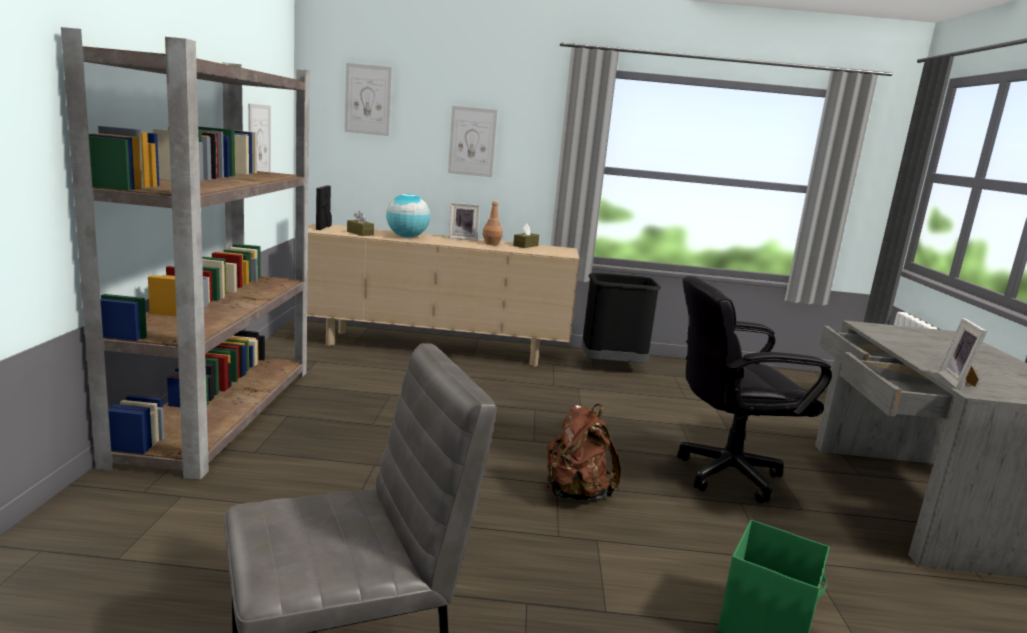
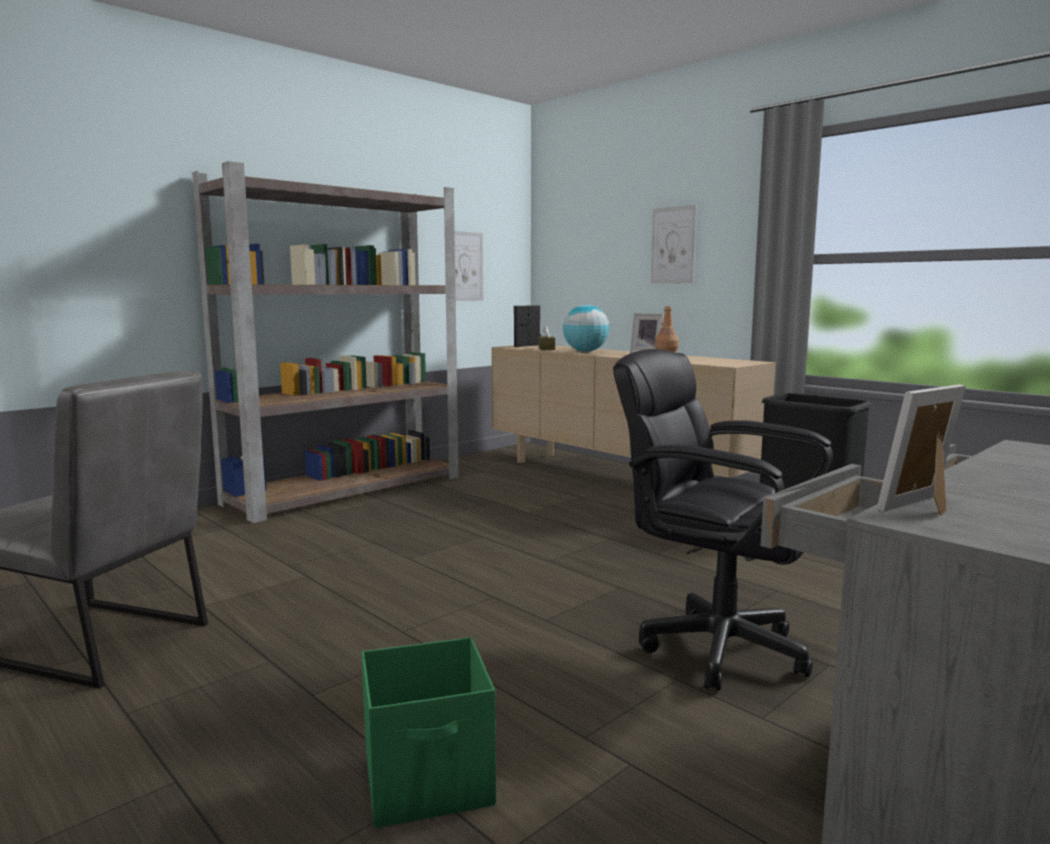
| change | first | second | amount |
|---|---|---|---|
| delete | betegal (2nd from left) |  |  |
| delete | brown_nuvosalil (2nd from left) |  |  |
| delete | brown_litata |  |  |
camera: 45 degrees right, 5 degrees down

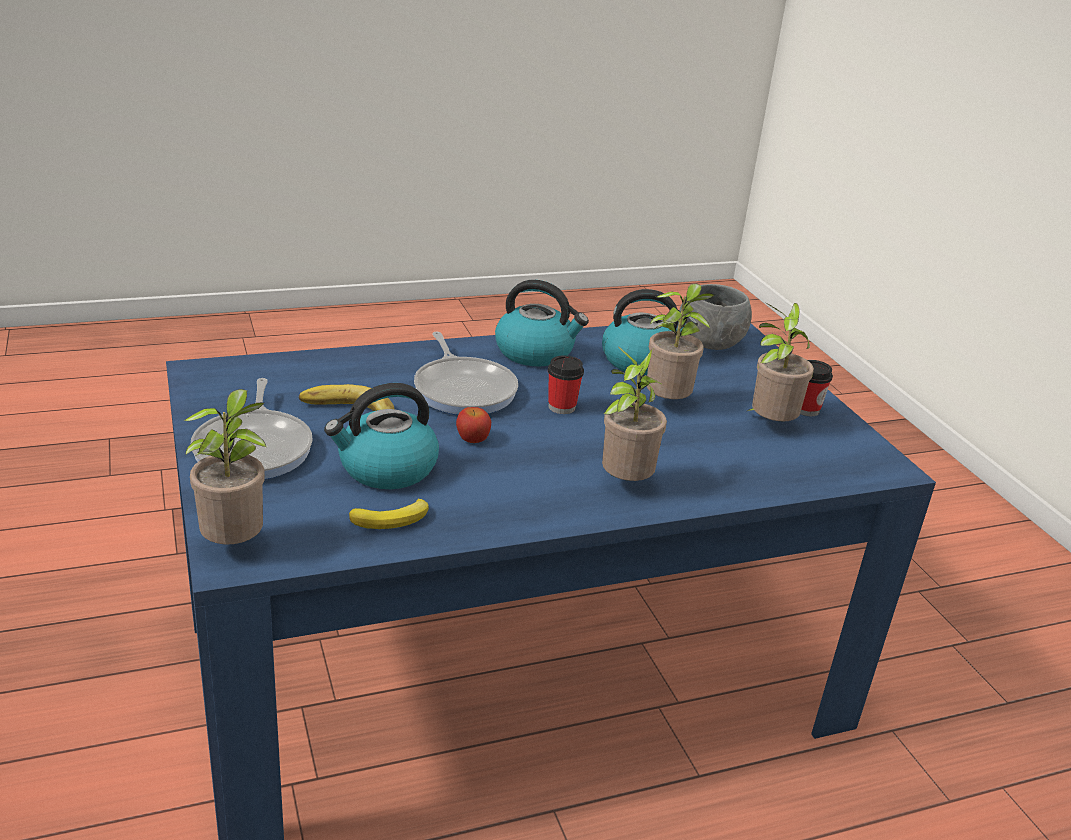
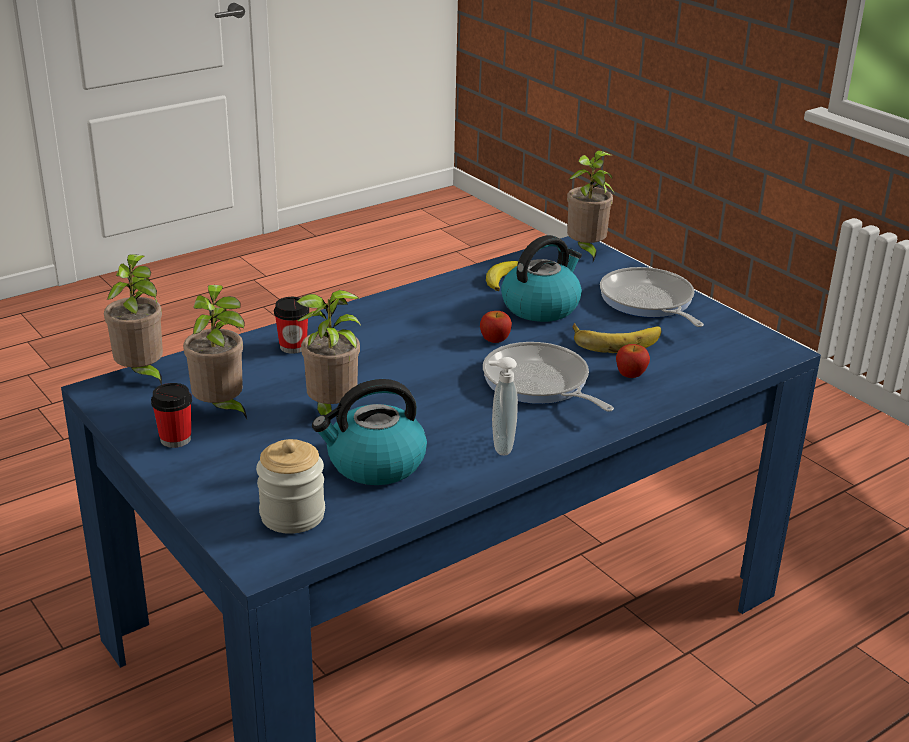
| change | first | second | amount |
|---|---|---|---|
| replace | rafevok (2nd from left) | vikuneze |  |
| move | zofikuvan (1st from left in the first image) | zofikuvan (2nd from left) |  |
| move | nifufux (2nd from left in the first image) | nifufux (1st from left) |  |
| replace | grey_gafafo | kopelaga |  |
| insert |  | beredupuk (2nd from left) |  |
camera: 165 degrees right, 0 degrees up

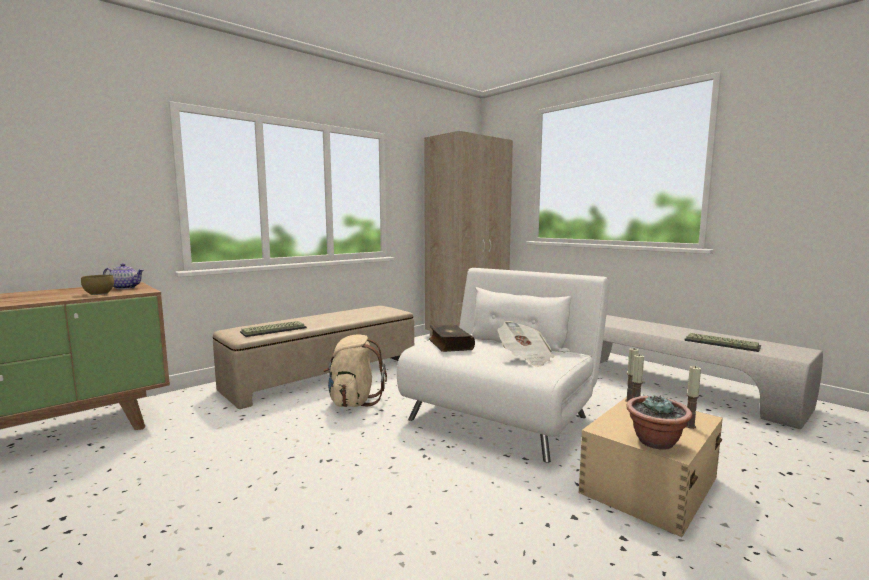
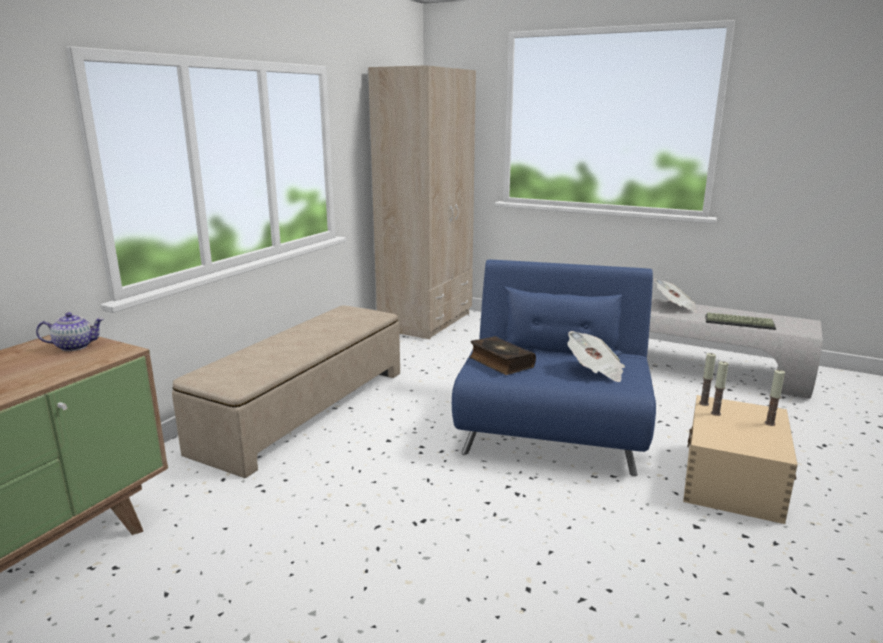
| change | first | second | amount |
|---|---|---|---|
| delete | brown_gafafo |  |  |
| delete | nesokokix (1st from left) |  |  |
| delete | beige_litata |  |  |
| recolor | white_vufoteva | blue_vufoteva |  |
| delete | nifufux |  |  |
| insert |  | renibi (2nd from left) |  |
camera: 20 degrees left, 10 degrees up

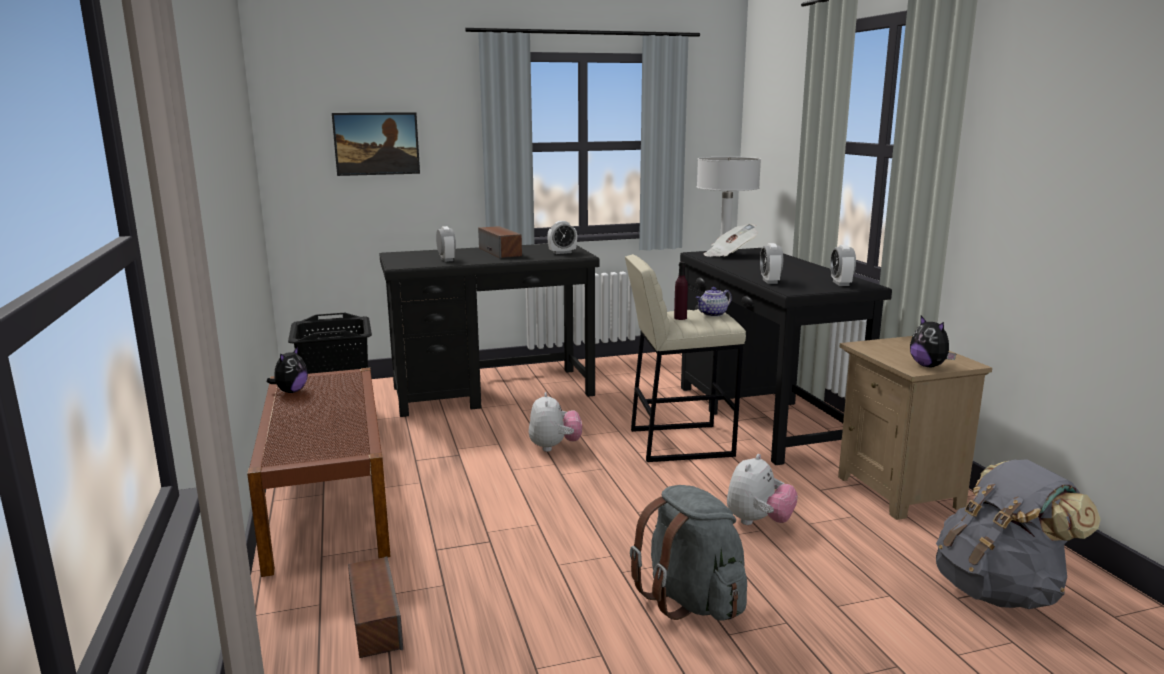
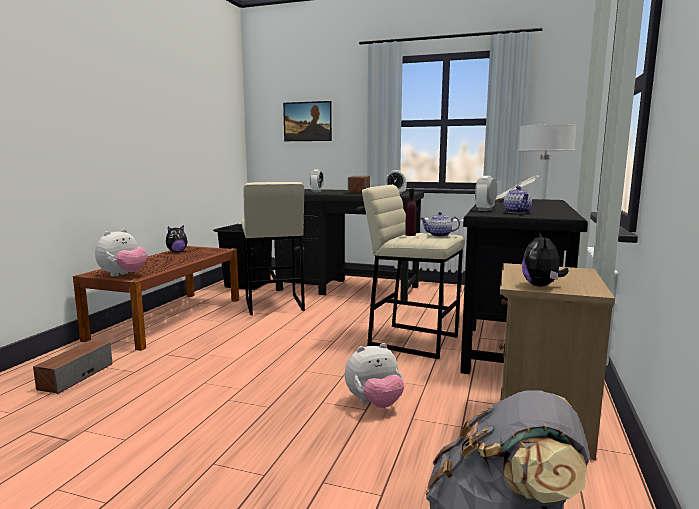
| change | first | second | amount |
|---|---|---|---|
| move | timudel (2nd from left in the first image) | timudel (1st from left) |  |
| delete | grey_litata (1st from left) |  |  |
| delete | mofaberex (4th from left) |  |  |
| insert |  | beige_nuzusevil (1st from left) |  |
| insert |  | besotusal (2nd from left) |  |
camera: 35 degrees right, 5 degrees down

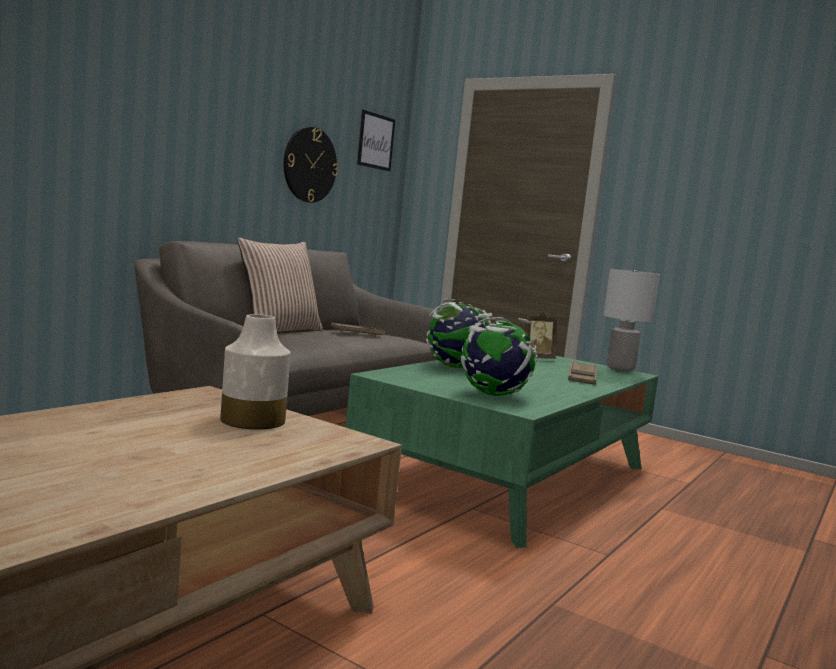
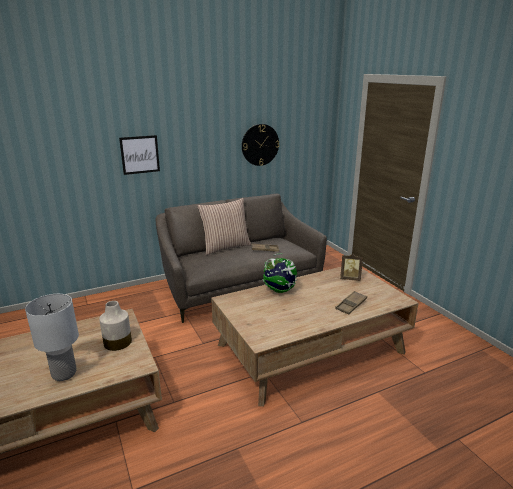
| change | first | second | amount |
|---|---|---|---|
| recolor | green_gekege | brown_gekege (2nd from left) |  |
| move | betegal |  |  |
| delete | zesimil (2nd from left) |  |  |
| move | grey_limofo |  |  |
camera: 30 degrees right, 15 degrees up

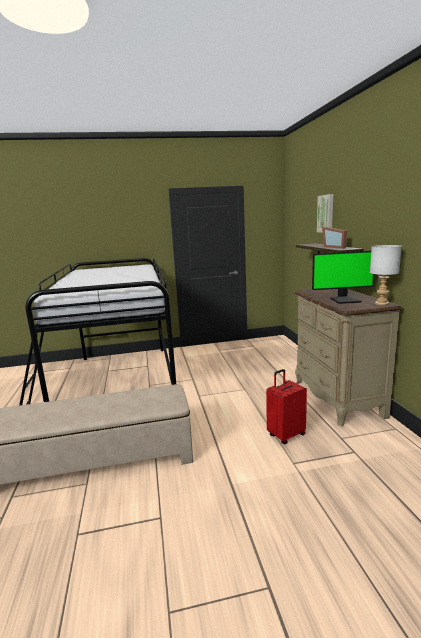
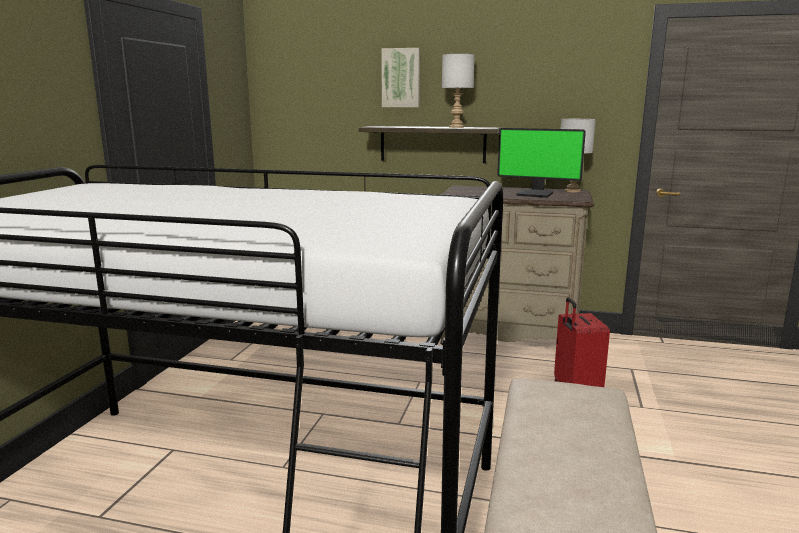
| change | first | second | amount |
|---|---|---|---|
| rotate | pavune |  | 90 degrees clockwise |
| replace | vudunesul | grey_limofo (1st from left) |  |
camera: 65 degrees left, 0 degrees up

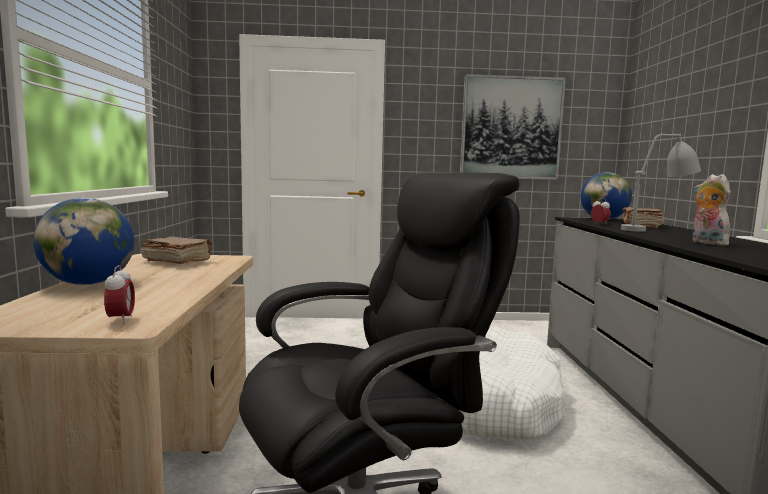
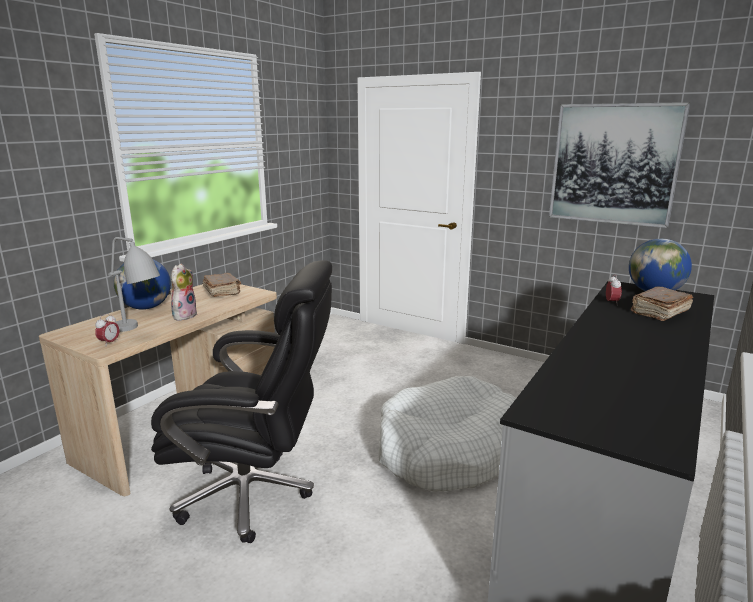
| change | first | second | amount |
|---|---|---|---|
| move | grey_limofo |  |  |
| move | timudel |  |  |
camera: 35 degrees right, 10 degrees up

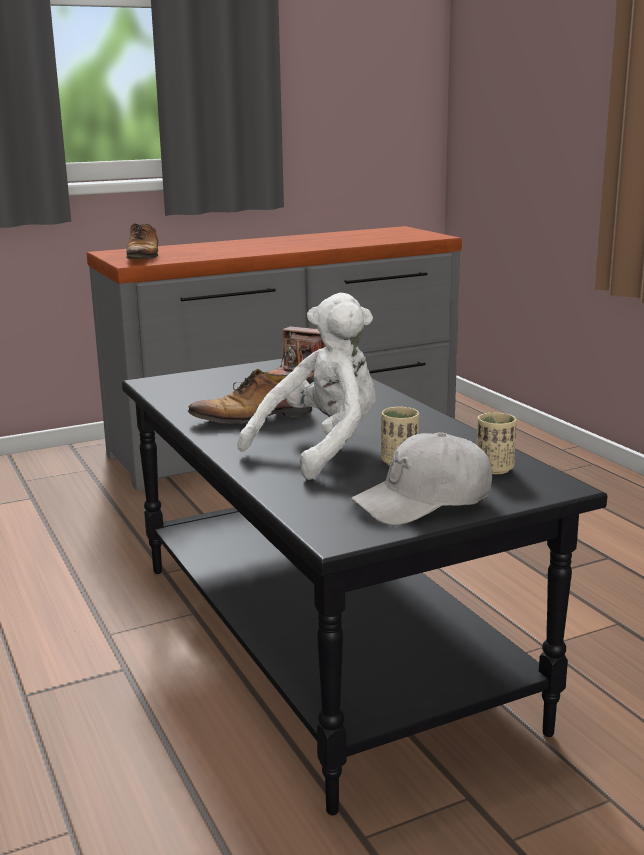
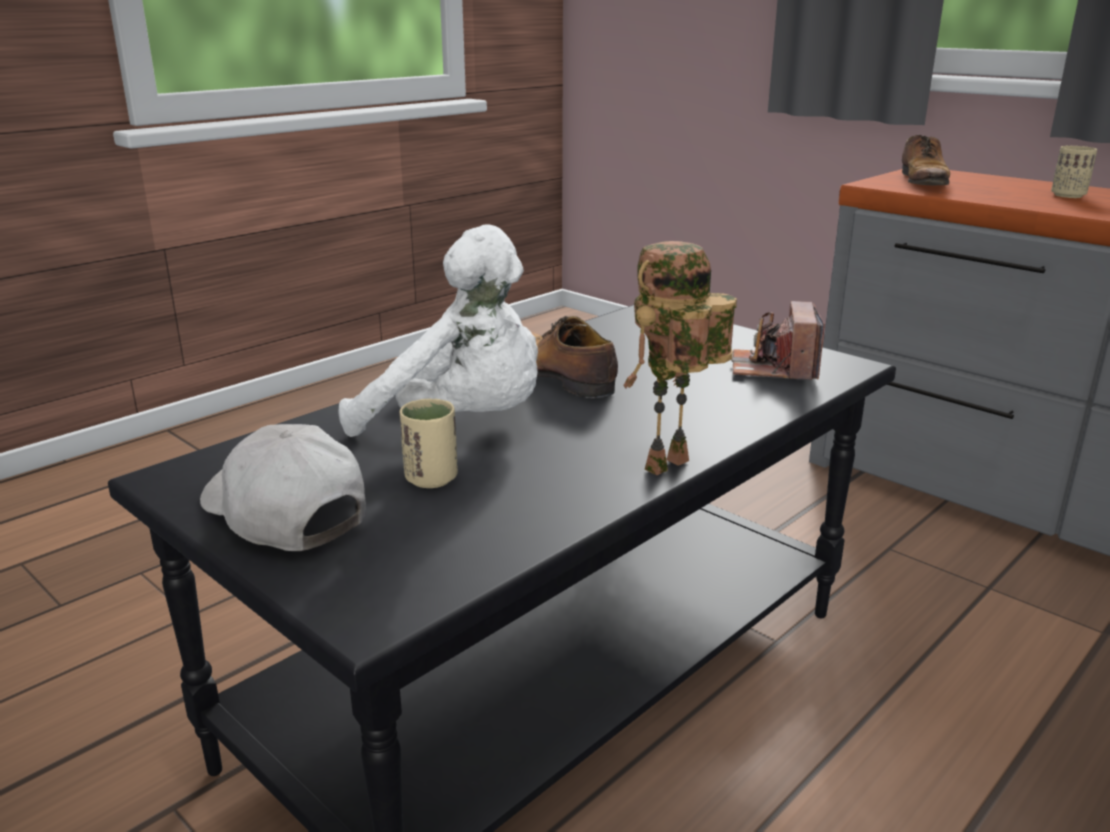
| change | first | second | amount |
|---|---|---|---|
| rotate | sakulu (1st from left in the first image) | sakulu (2nd from left) | 60 degrees counterclockwise |
| move | beige_zofikuvan (2nd from left) |  |  |
| insert |  | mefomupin |  |
camera: 70 degrees right, 5 degrees up

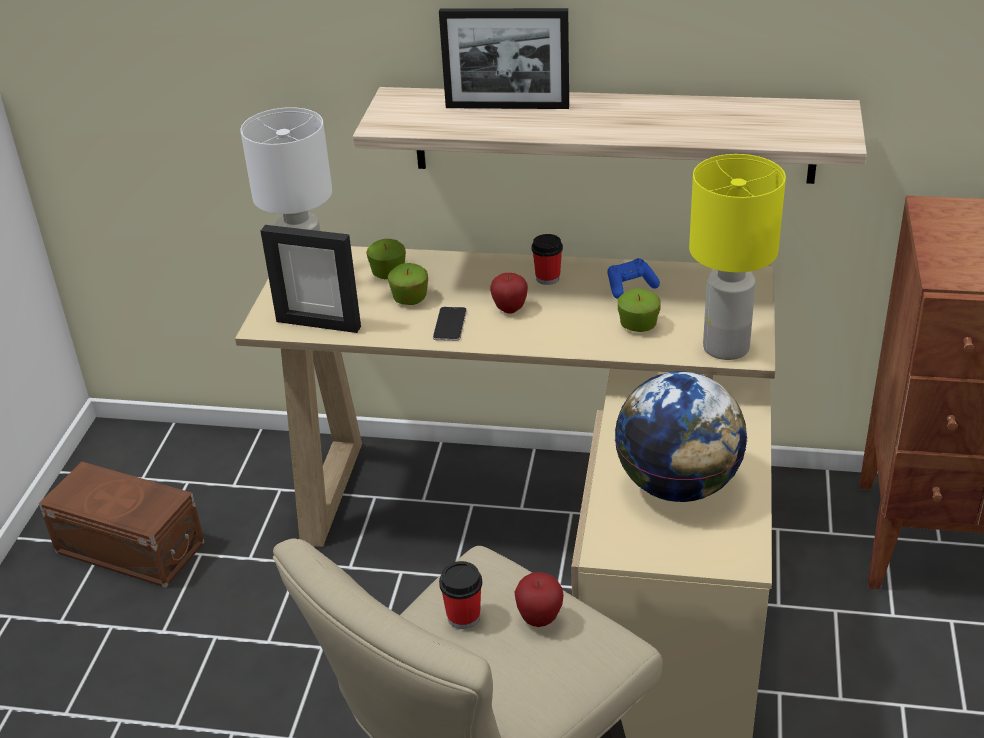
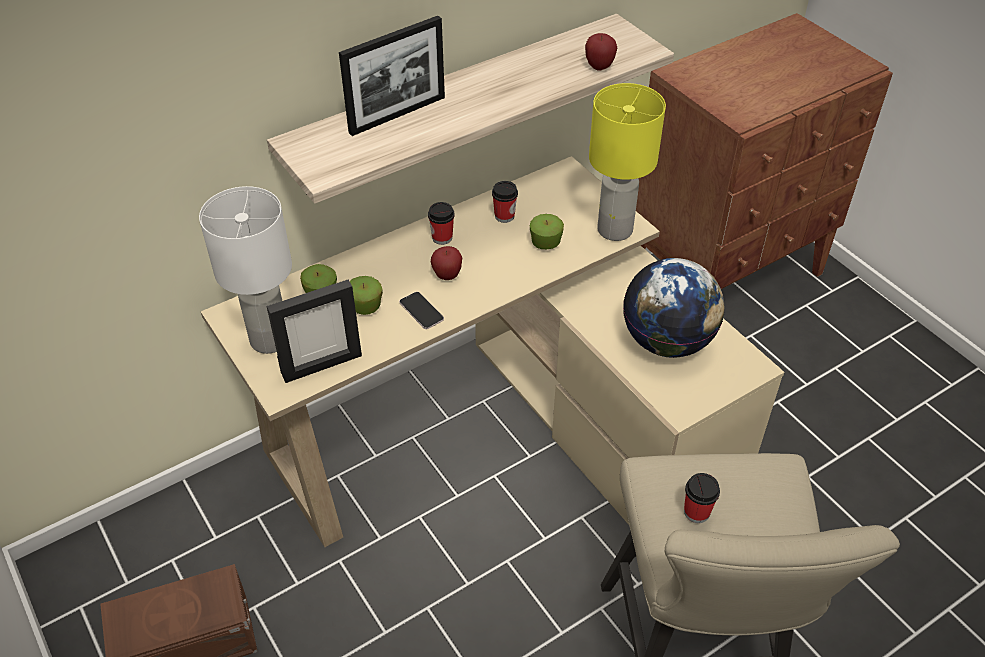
| change | first | second | amount |
|---|---|---|---|
| move | beredupuk (4th from left in the first image) | beredupuk (5th from left) |  |
| replace | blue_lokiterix | zofikuvan (2nd from left) |  |
camera: 45 degrees left, 10 degrees up

